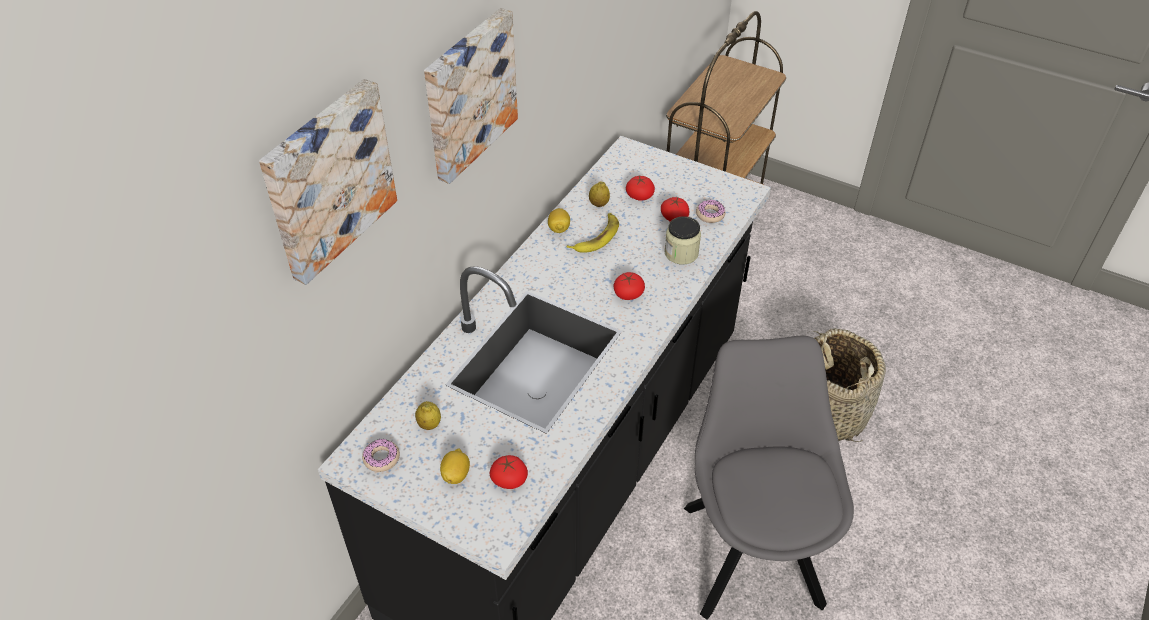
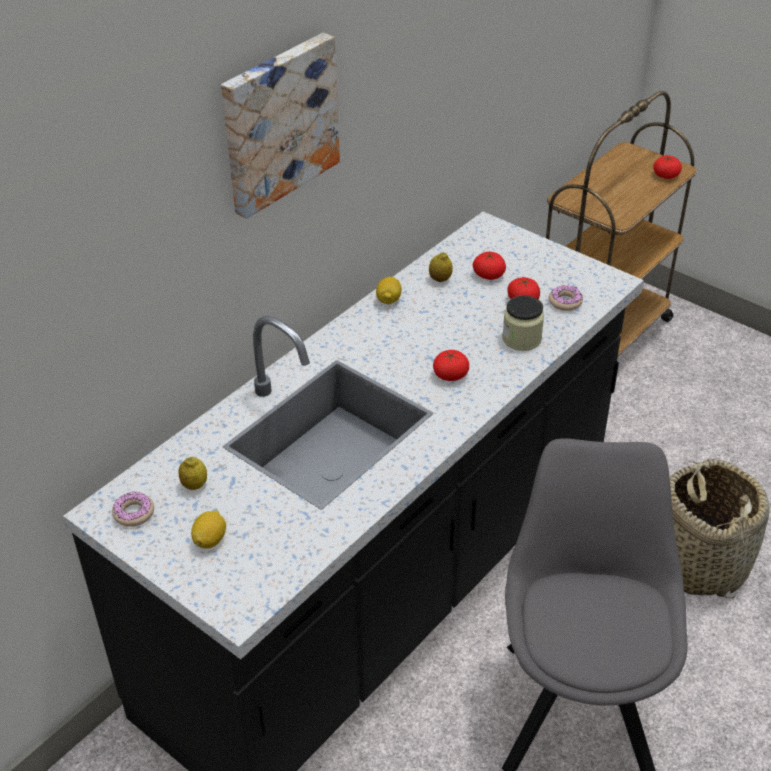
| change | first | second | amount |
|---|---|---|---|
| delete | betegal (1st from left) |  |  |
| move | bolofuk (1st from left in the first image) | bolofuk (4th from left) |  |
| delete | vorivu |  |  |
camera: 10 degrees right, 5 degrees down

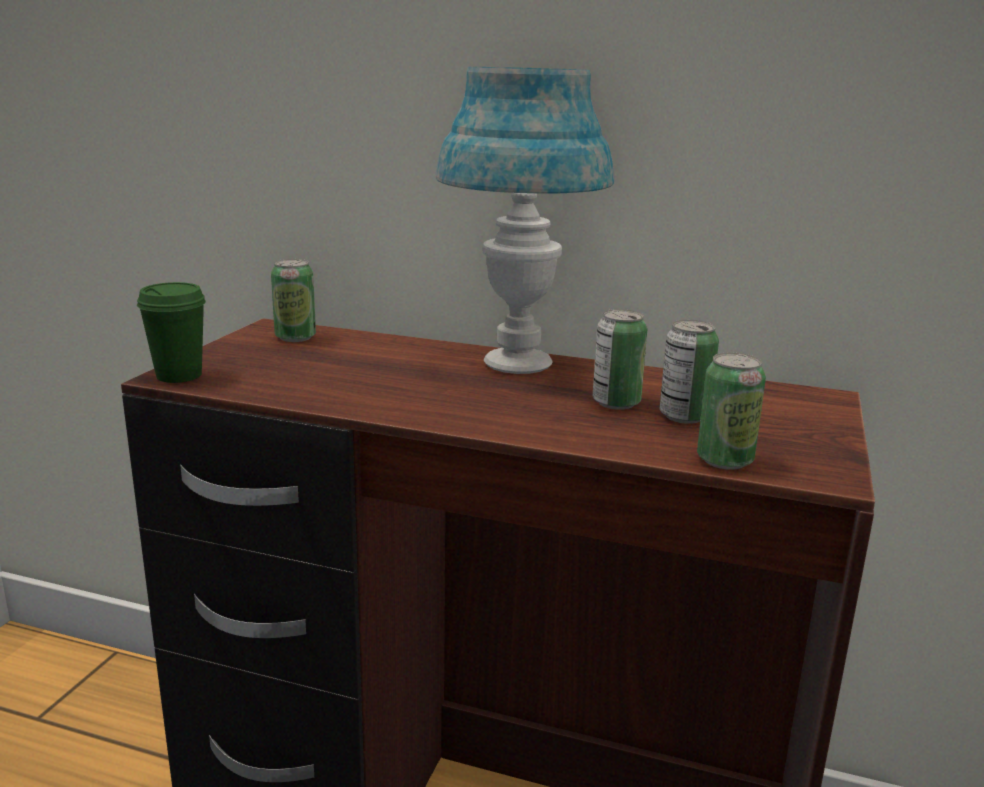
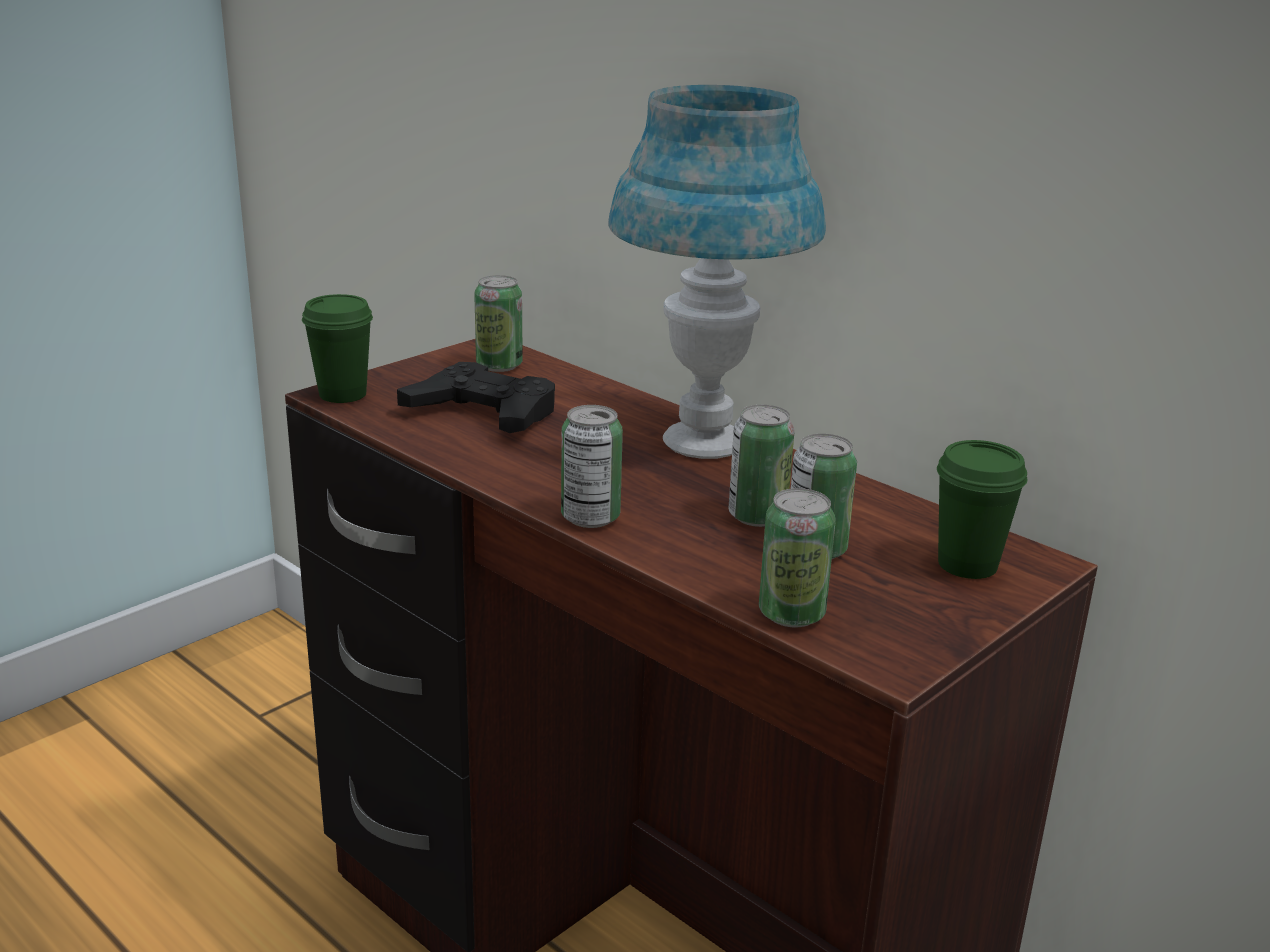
| change | first | second | amount |
|---|---|---|---|
| insert |  | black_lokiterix |  |
| insert |  | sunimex (2nd from left) |  |
| insert |  | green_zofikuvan (2nd from left) |  |
camera: 25 degrees right, 5 degrees up

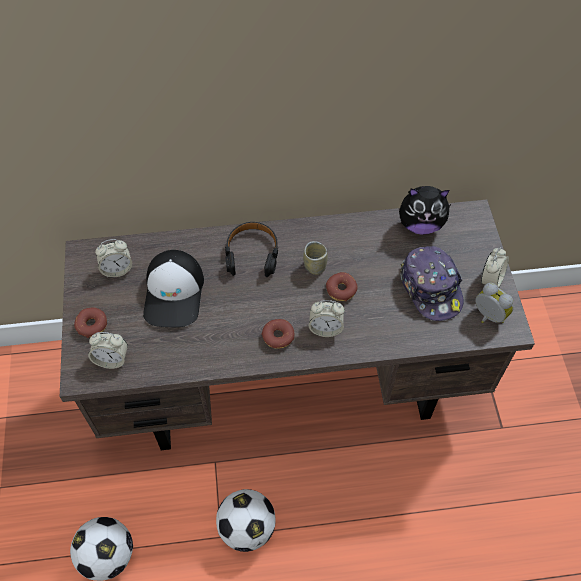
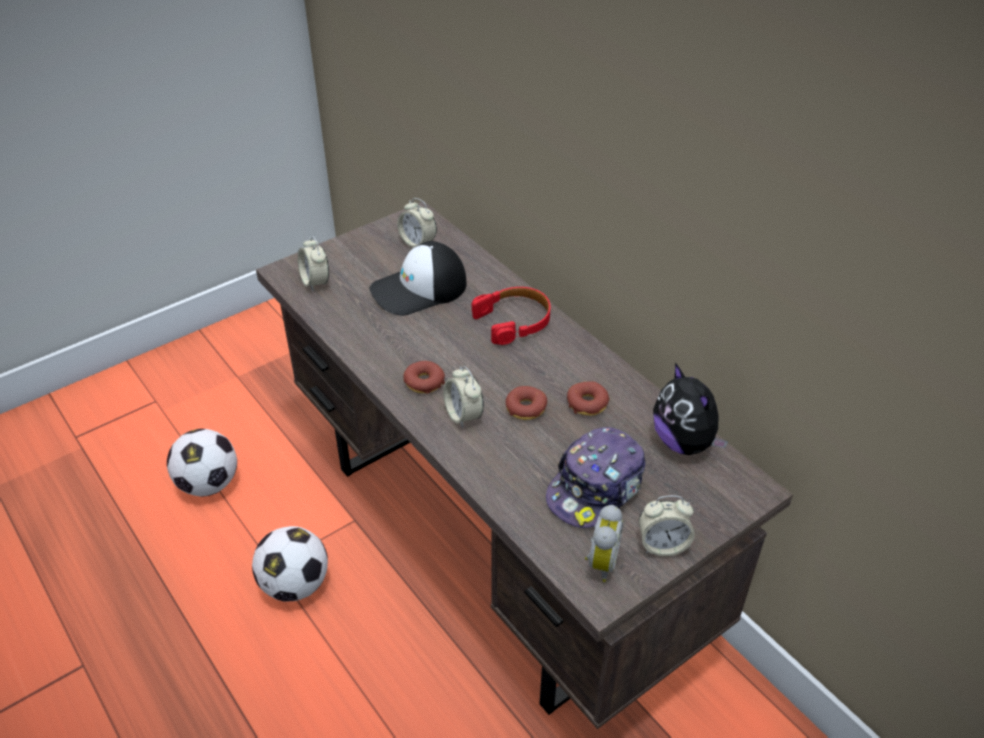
| change | first | second | amount |
|---|---|---|---|
| move | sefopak (1st from left in the first image) | sefopak (3rd from left) |  |
| recolor | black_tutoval | red_tutoval |  |
| delete | zofikuvan |  |  |
camera: 60 degrees right, 15 degrees down

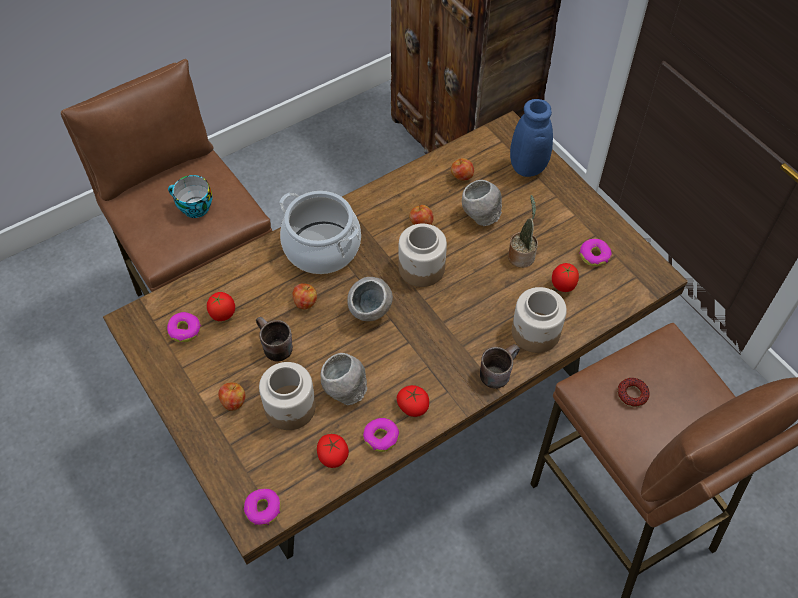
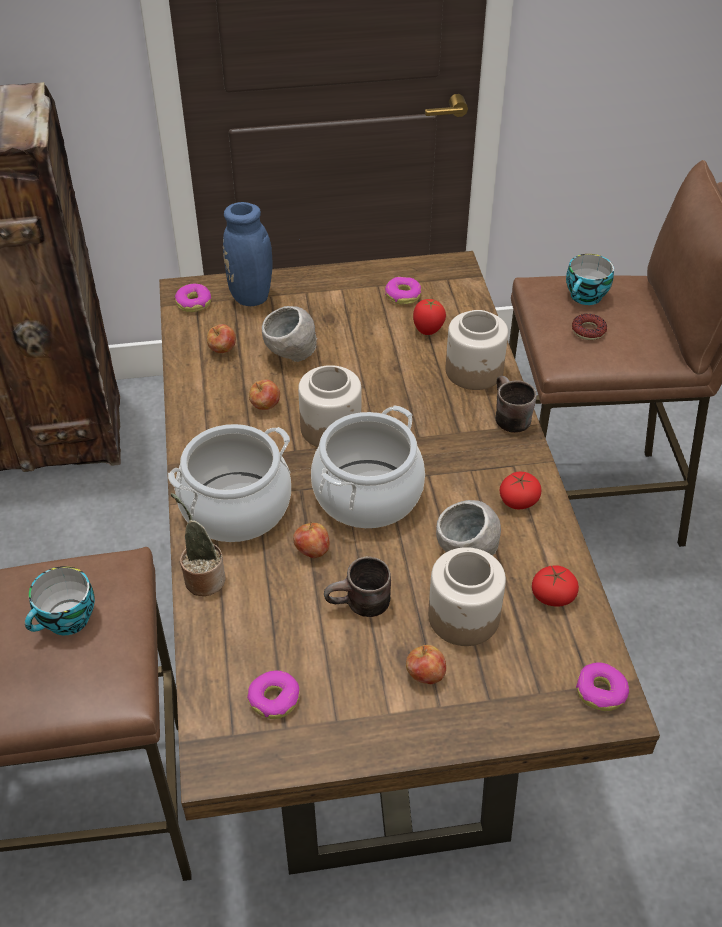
| change | first | second | amount |
|---|---|---|---|
| delete | bolofuk (1st from left) |  |  |
| replace | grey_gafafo (2nd from left) | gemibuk (2nd from left) |  |
| move | sefopak (3rd from left in the first image) | sefopak (1st from left) |  |
| move | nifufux |  |  |
| insert |  | zofikuvan (2nd from left) |  |
camera: 65 degrees left, 10 degrees down

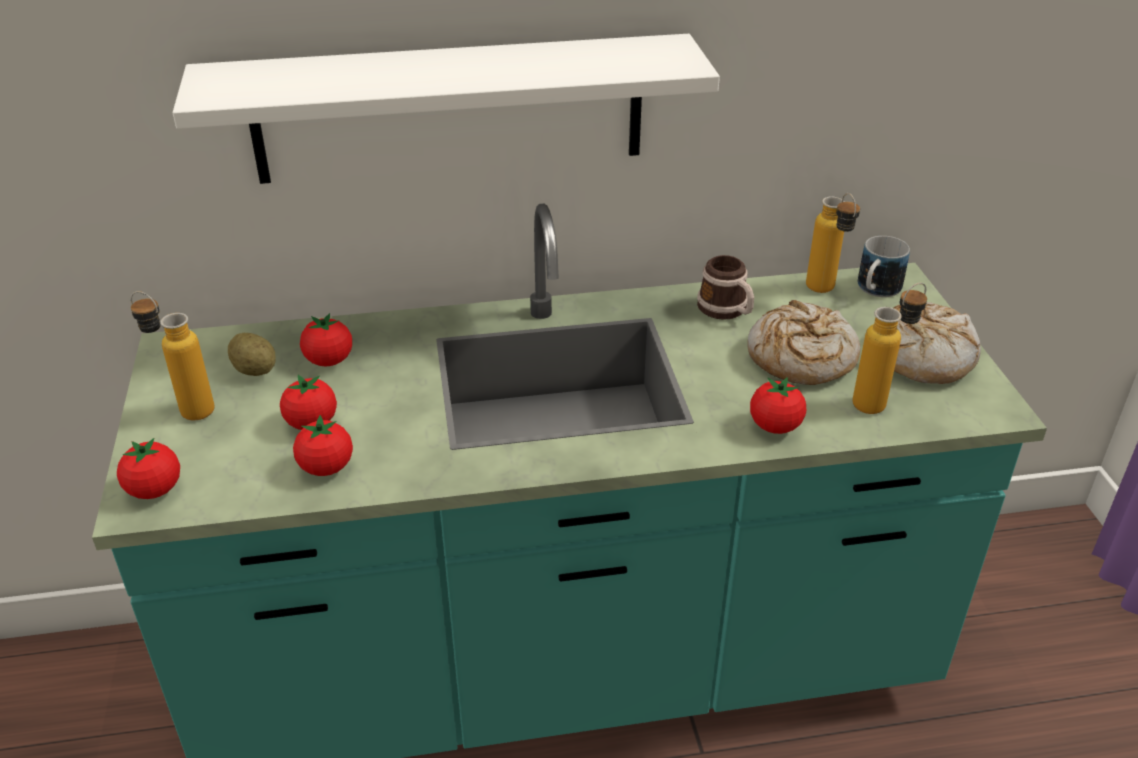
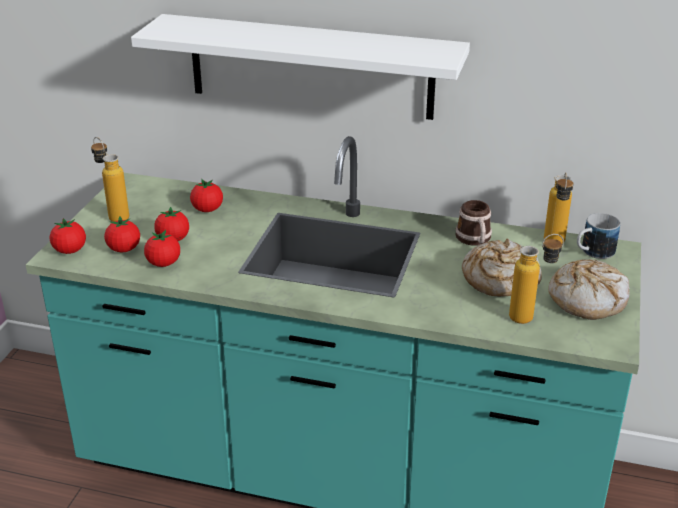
| change | first | second | amount |
|---|---|---|---|
| delete | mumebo |  |  |
| move | bolofuk (5th from left in the first image) | bolofuk (2nd from left) |  |
camera: 25 degrees right, 5 degrees down

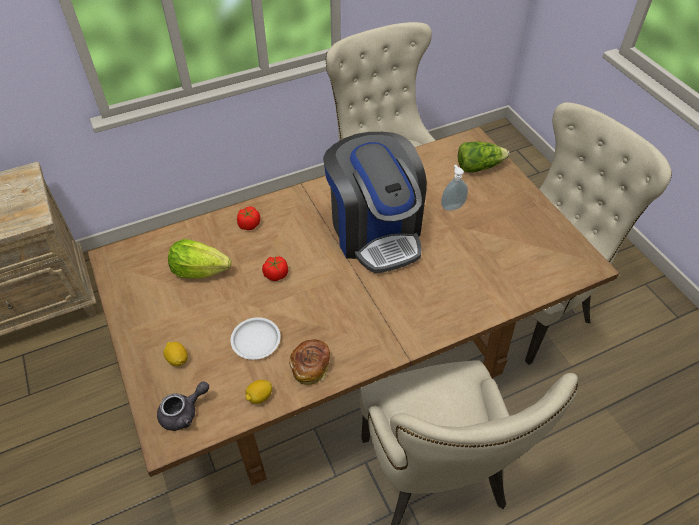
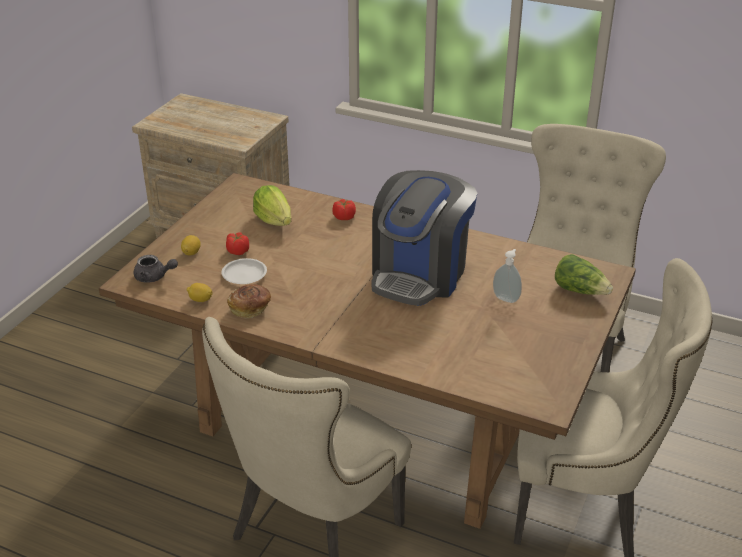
| change | first | second | amount |
|---|---|---|---|
| move | bolofuk (2nd from left in the first image) | bolofuk (1st from left) |  |
camera: 50 degrees right, 15 degrees down

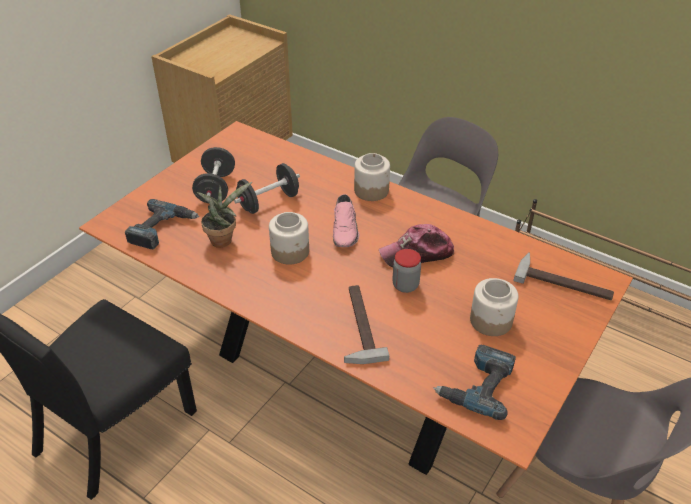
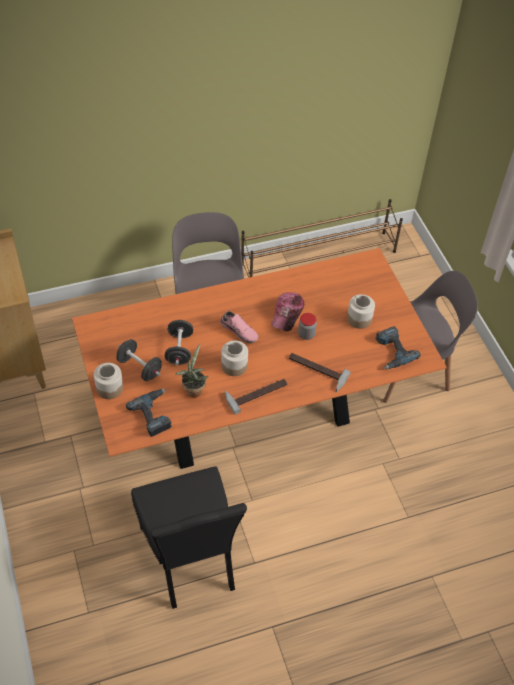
| change | first | second | amount |
|---|---|---|---|
| move | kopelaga (2nd from left in the first image) | kopelaga (1st from left) |  |
| move | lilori (2nd from left in the first image) | lilori (1st from left) |  |
camera: 55 degrees left, 10 degrees up

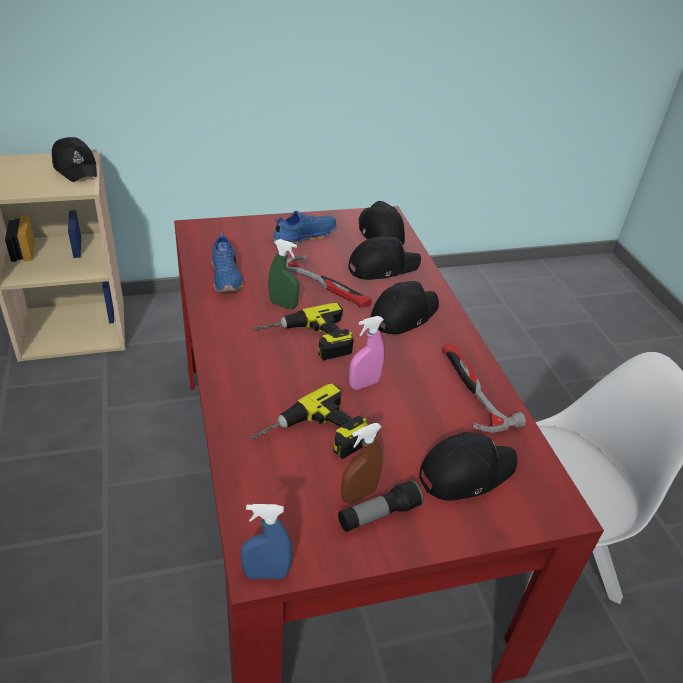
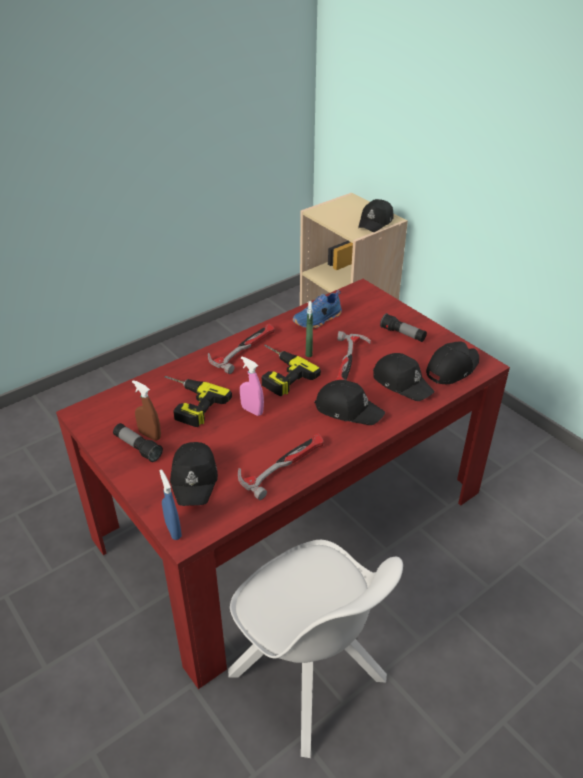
| change | first | second | amount |
|---|---|---|---|
| move | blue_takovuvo |  |  |
| replace | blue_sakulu (2nd from left) | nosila (2nd from left) |  |
| rotate | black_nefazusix (5th from left in the first image) | black_nefazusix (1st from left) | 45 degrees clockwise |
| insert |  | lilori (1st from left) |  |
camera: 70 degrees right, 0 degrees up

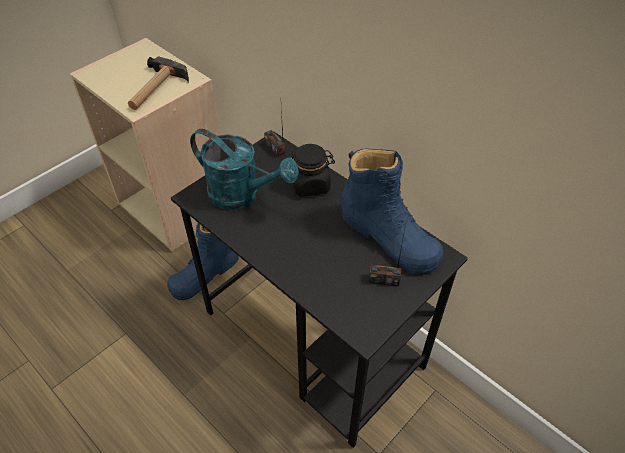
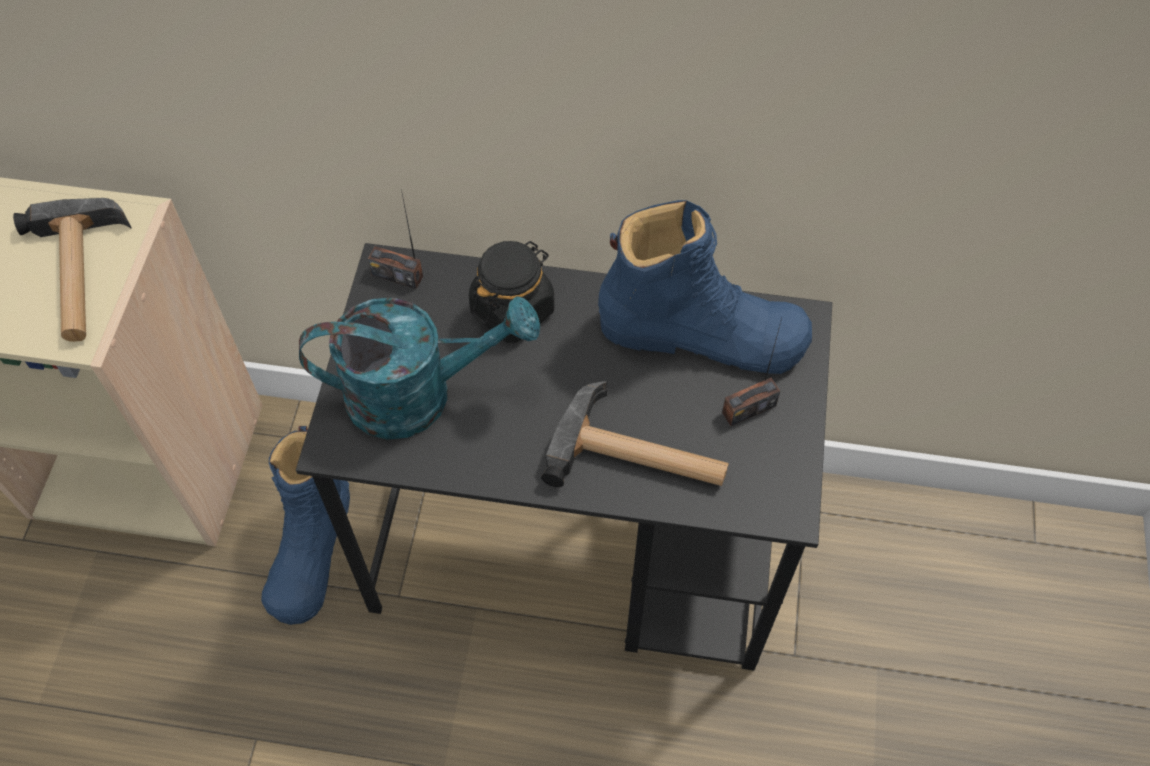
| change | first | second | amount |
|---|---|---|---|
| insert |  | lilori (2nd from left) |  |
camera: 35 degrees left, 10 degrees up

